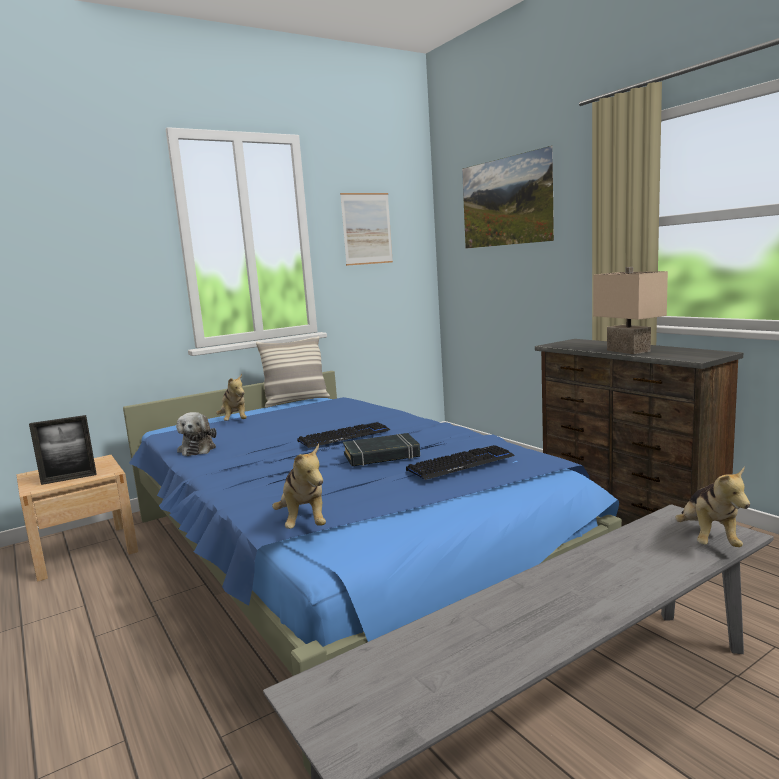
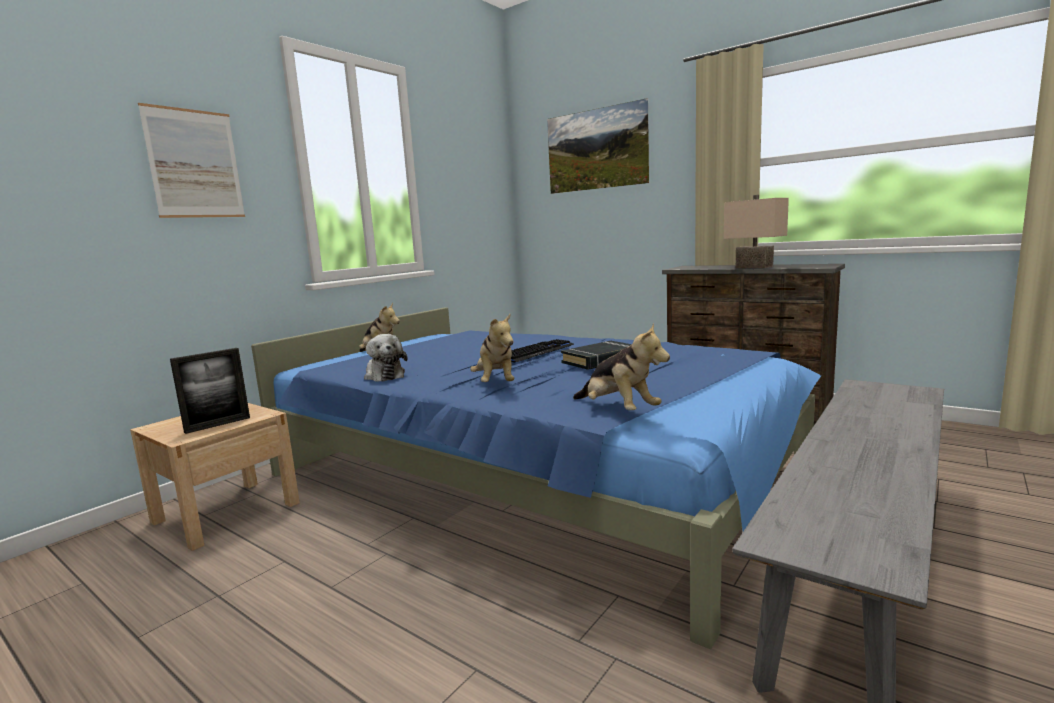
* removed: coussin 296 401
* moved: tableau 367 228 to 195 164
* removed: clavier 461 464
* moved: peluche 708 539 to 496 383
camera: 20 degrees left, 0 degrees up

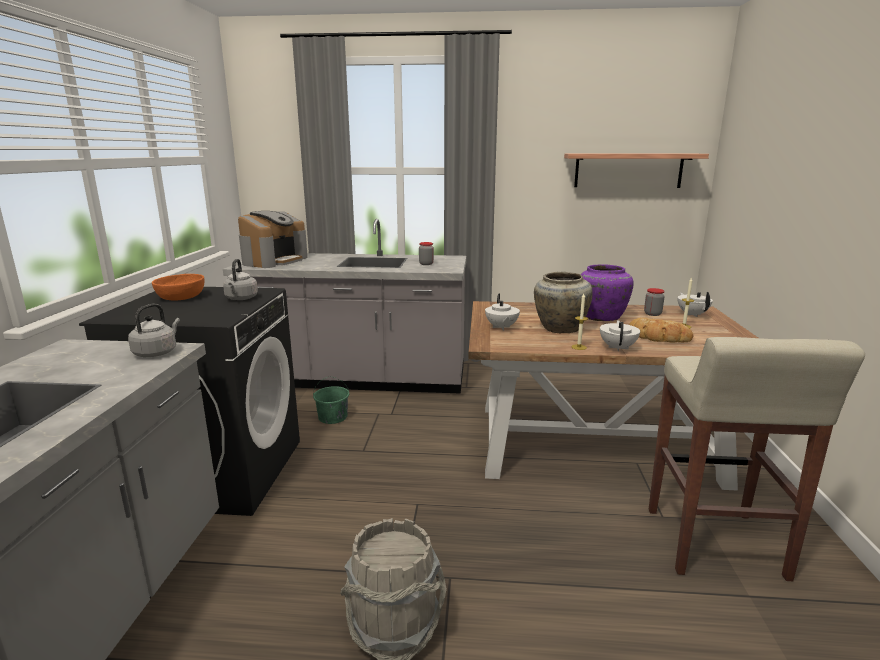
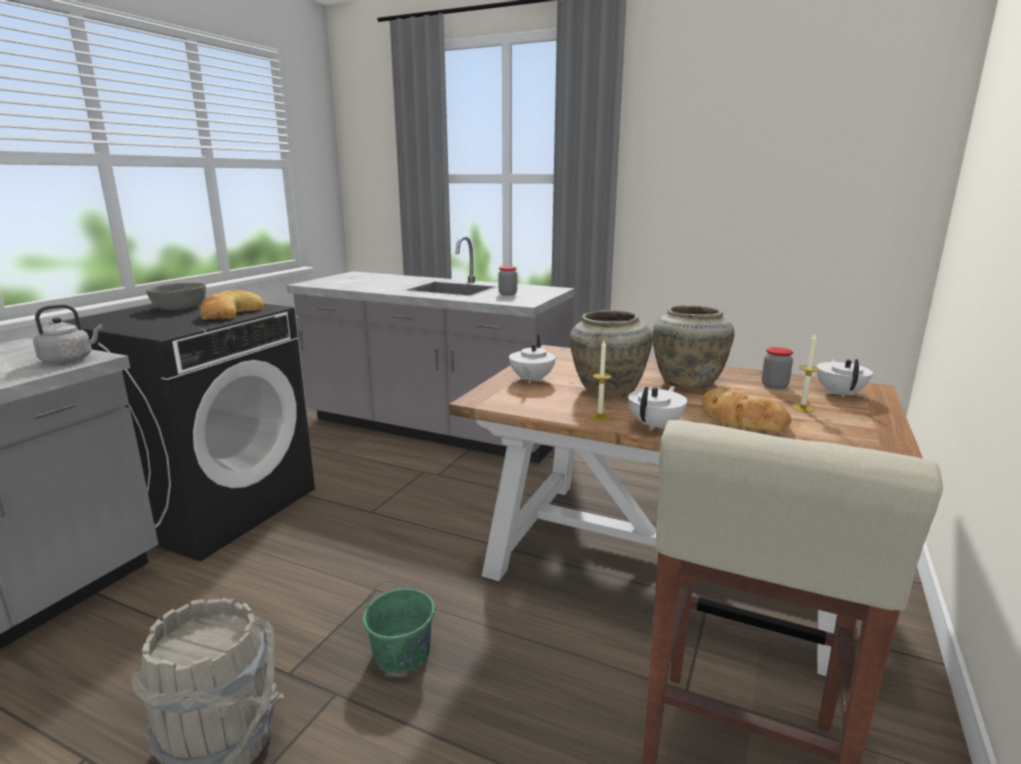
* recoloured: bol [orange] 181 297 to bol [gris] 179 307
* replaced: bouilloire [gris] 241 299 to pain 229 313
* removed: machine à café 274 260
* moved: seau [vert] 333 417 to 402 653
* removed: étagère 628 170
* recoloured: vase [violet] 601 317 to vase [beige] 688 382
camera: 20 degrees right, 0 degrees up

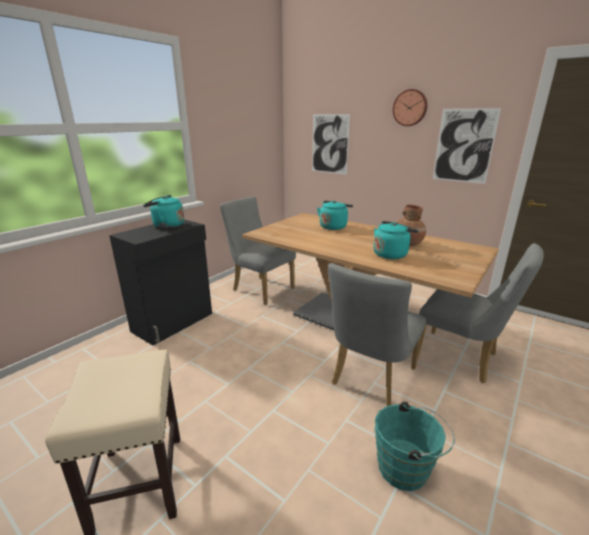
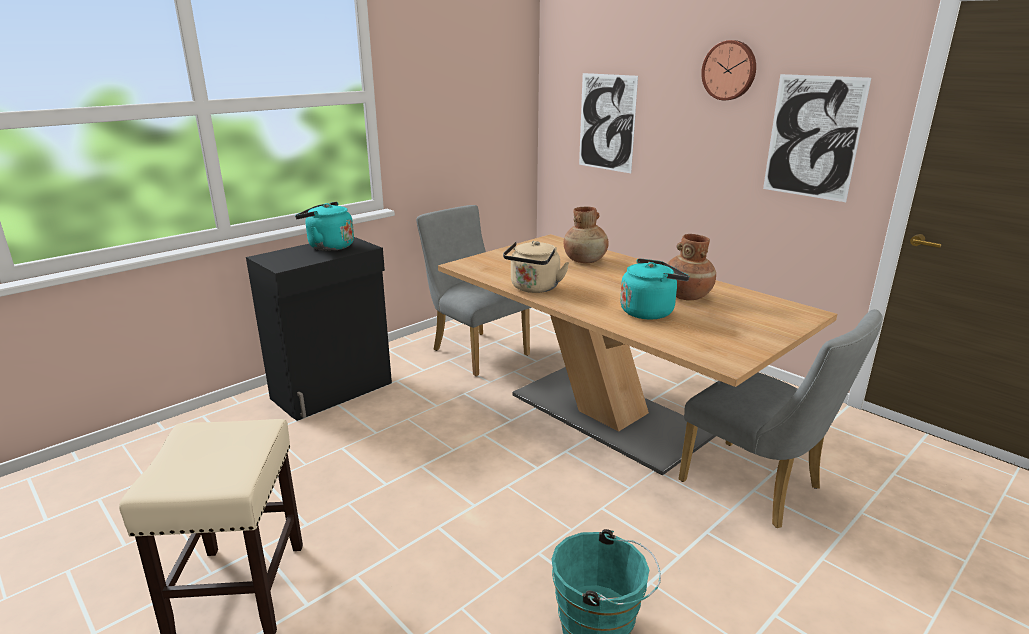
* replaced: bouilloire [turquoise] 333 226 to vase [marron] 585 260
* removed: chaise [gris] 370 379
* added: bouilloire [beige] 534 288
camera: 10 degrees right, 0 degrees up

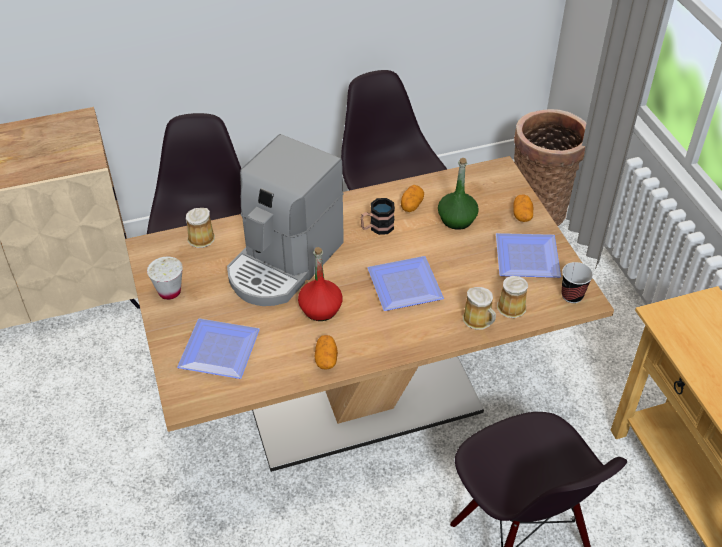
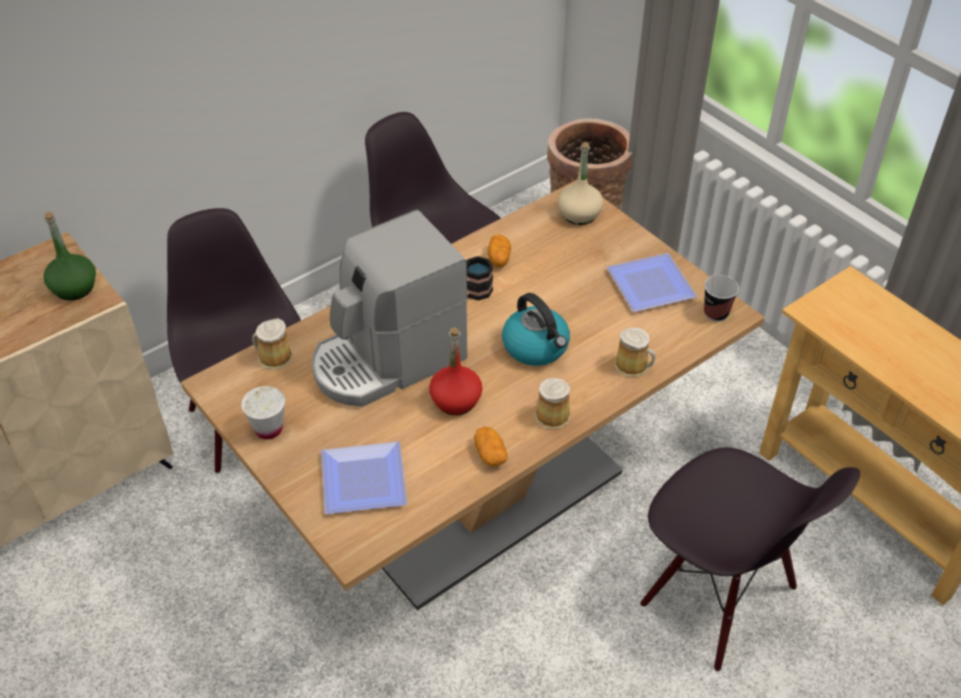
* turned: machine à café 284 263 = 387 360 45 degrees clockwise
* replaced: assiette 406 284 to bouilloire 536 347
* moved: bouteille [vert] 457 219 to 74 288
* moved: mug 512 306 to 552 414
* removed: pomme de terre 522 215
* added: bouteille [beige] 579 214
camera: 20 degrees left, 0 degrees up

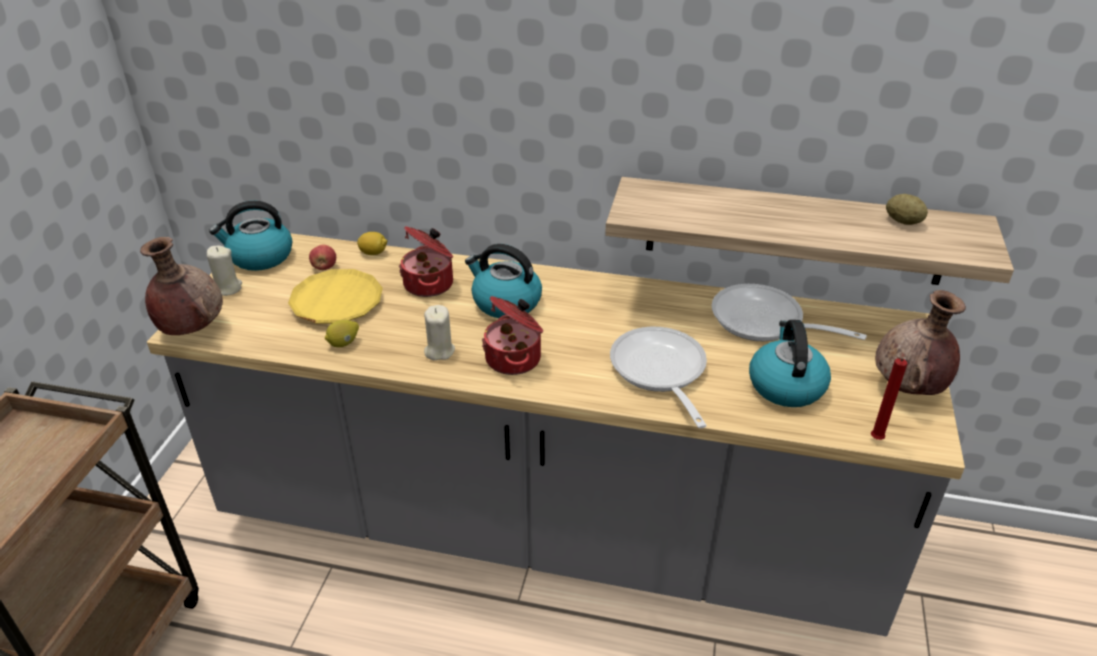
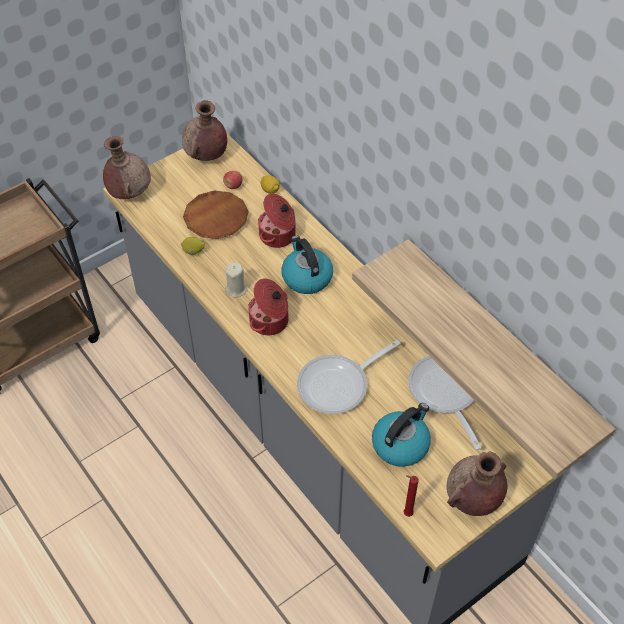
* removed: bougie [beige] 227 288
* replaced: bouilloire 260 257 to vase [marron] 206 156
* recoloured: assiette [jaune] 337 302 to assiette [marron] 216 218
* turned: poêle 659 372 = 338 385 150 degrees counterclockwise
* removed: pomme de terre 903 221
camera: 40 degrees right, 15 degrees up

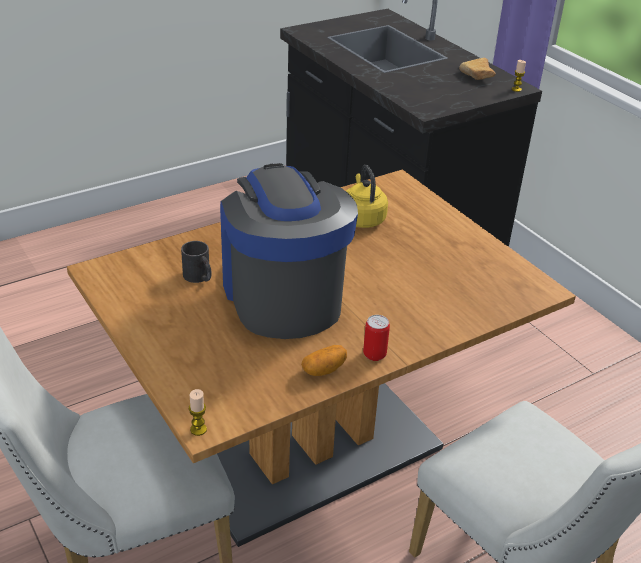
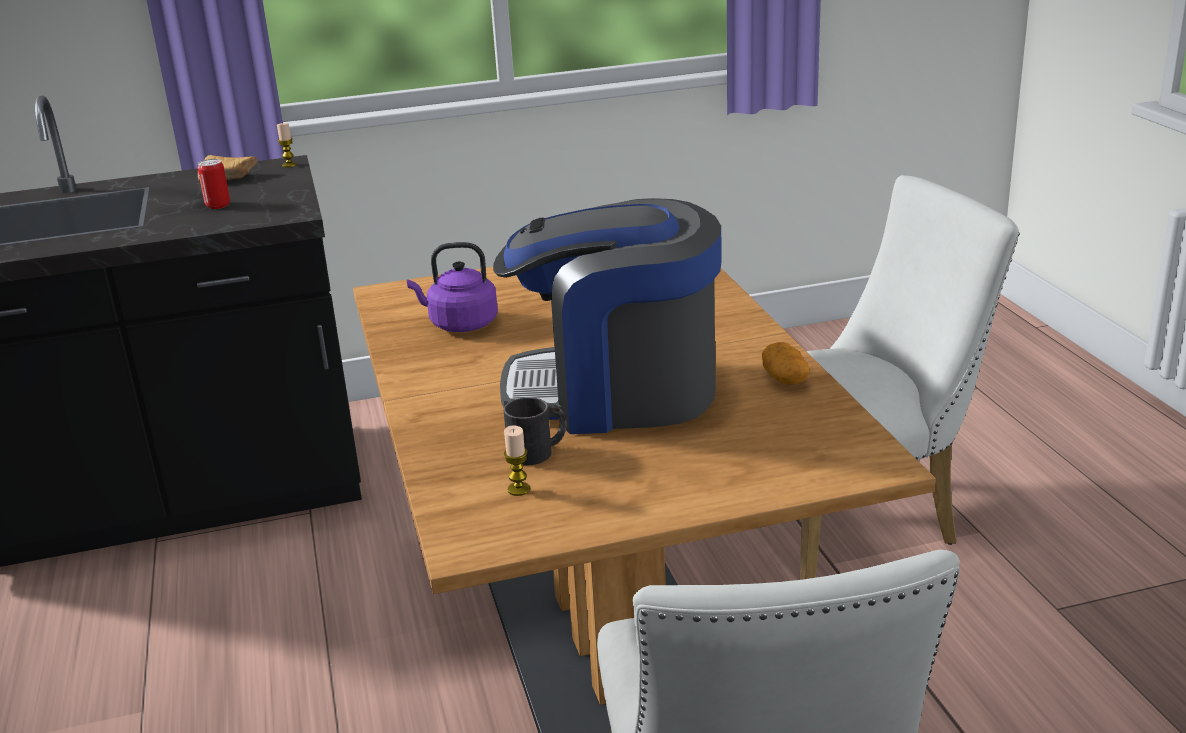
* moved: bougie 198 429 to 519 489
* recoloured: bouilloire [jaune] 362 218 to bouilloire [violet] 460 324
* moved: boîte métallique 374 354 to 218 205
camera: 70 degrees left, 10 degrees down

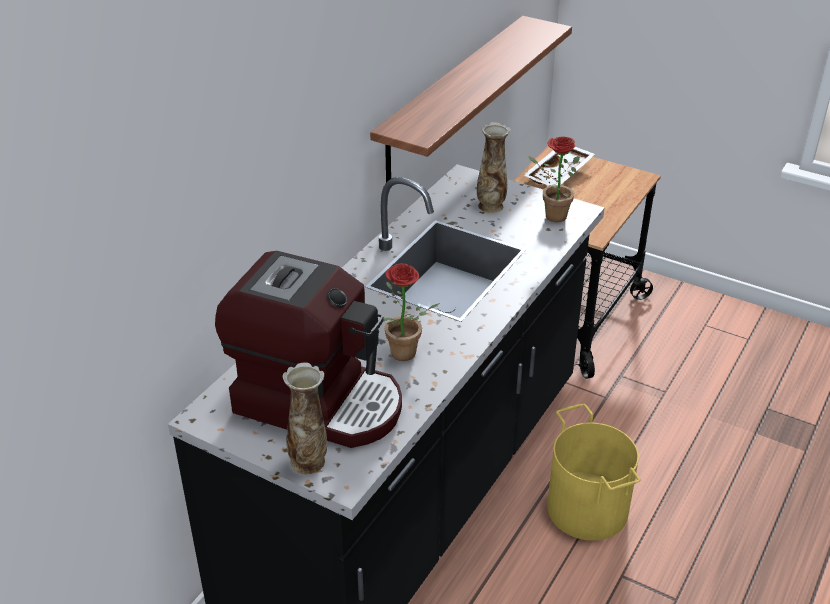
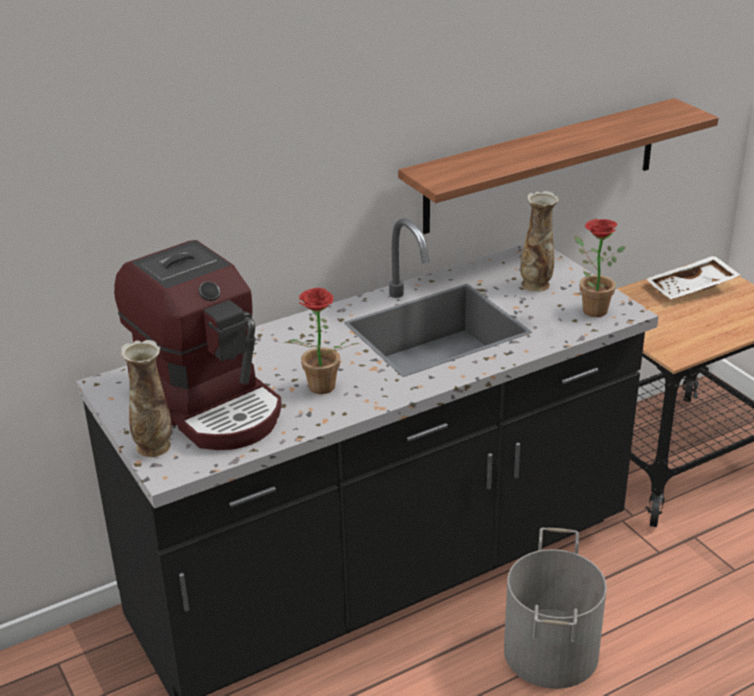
* recoloured: seau [jaune] 588 508 to seau [gris] 552 652
camera: 30 degrees right, 5 degrees down

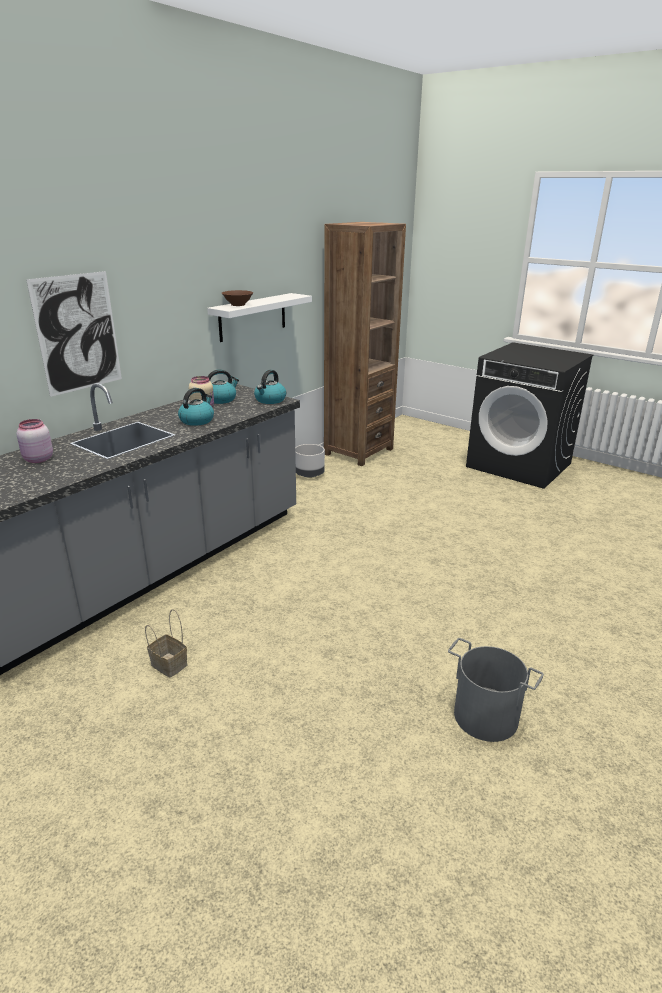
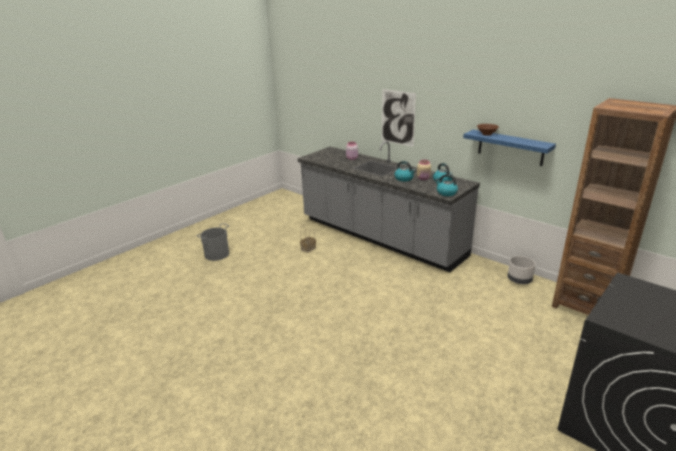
* recoloured: étagère [blanc] 252 317 to étagère [bleu] 510 147
* moved: seau [gris] 486 715 to 217 254
camera: 95 degrees right, 0 degrees up

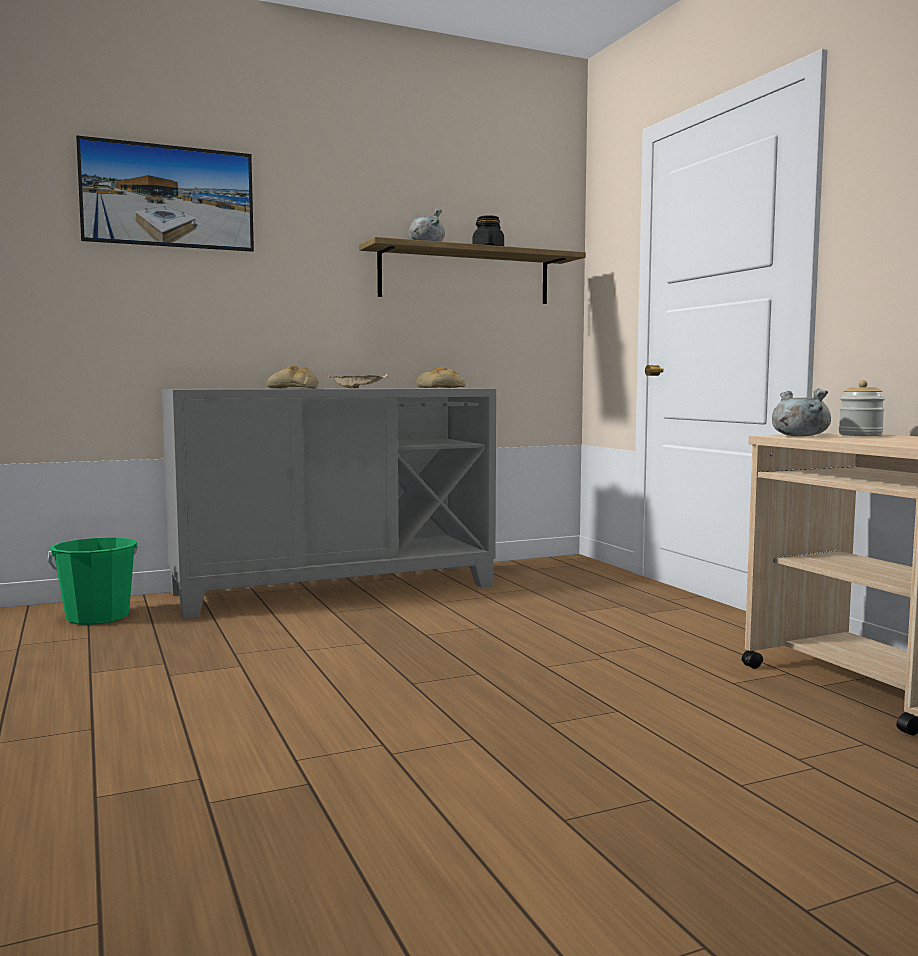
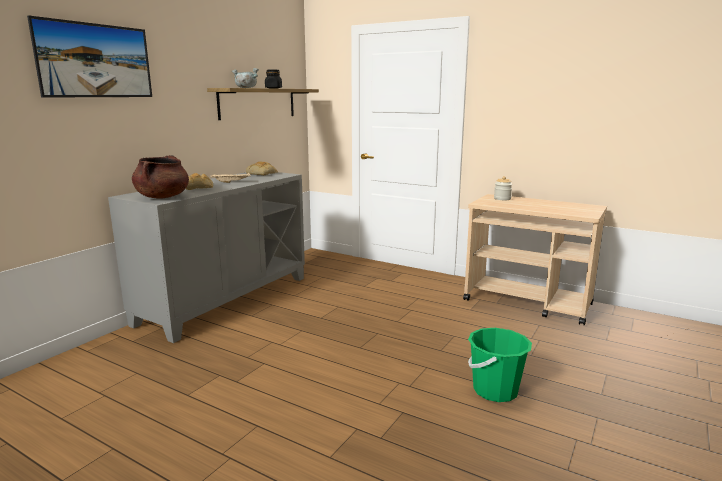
* moved: seau [vert] 97 617 to 495 390
* removed: marmite [gris] 798 436
* added: marmite [marron] 163 197
camera: 35 degrees left, 10 degrees up

